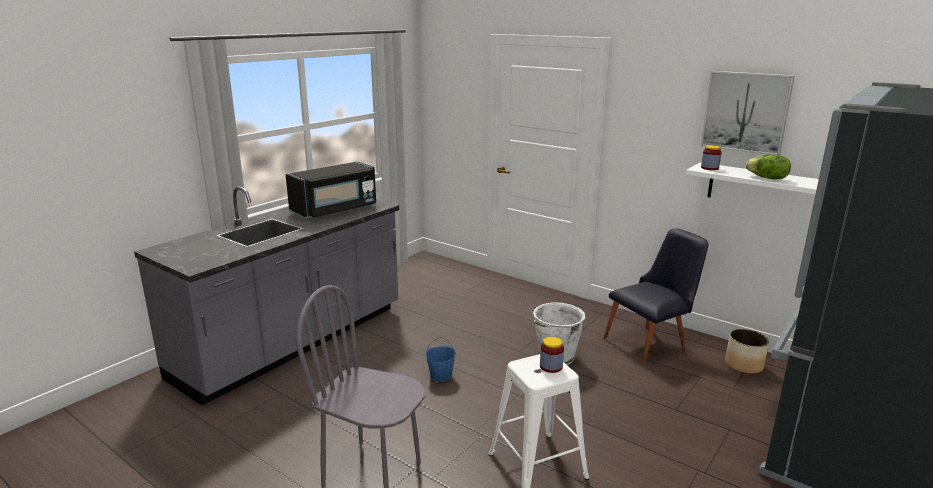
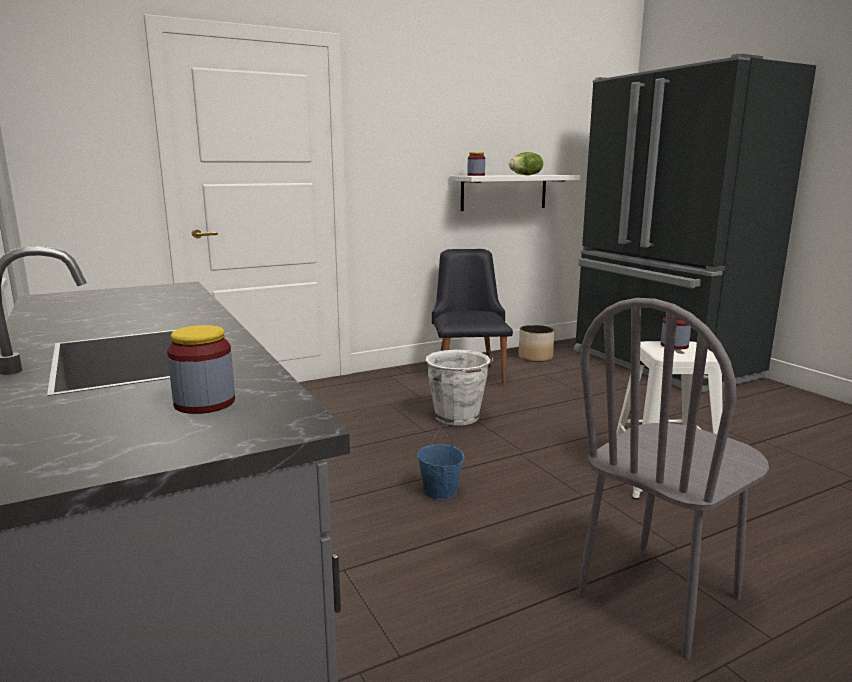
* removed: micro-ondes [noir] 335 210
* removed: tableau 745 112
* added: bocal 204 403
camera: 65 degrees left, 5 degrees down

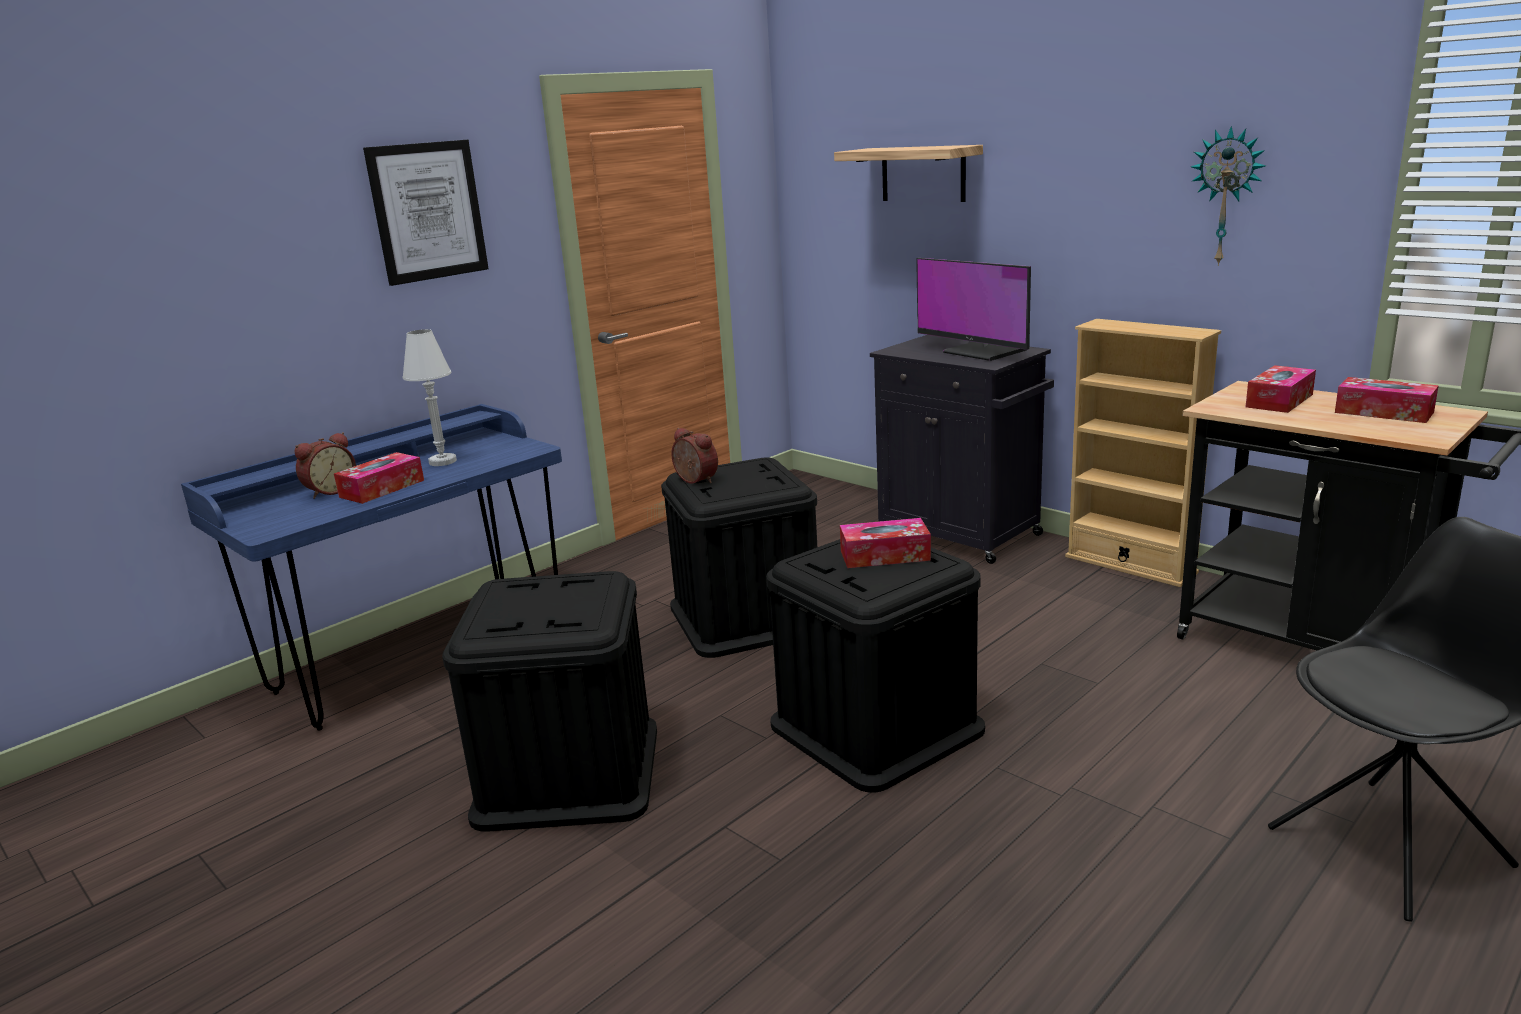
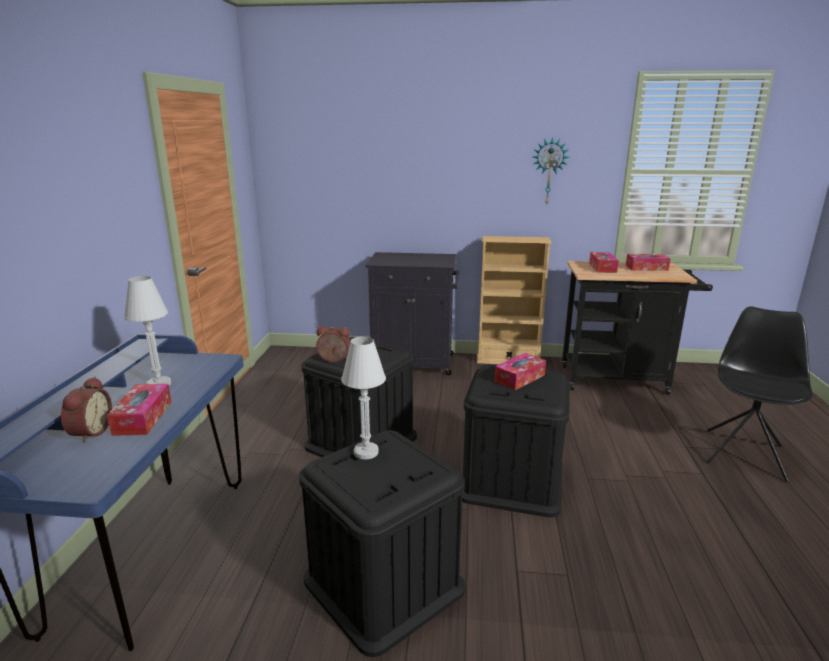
* removed: tableau 427 211
* removed: étagère 923 174
* removed: écran d'ordinateur 983 352
* added: lampe de table [blanc] 366 452
camera: 40 degrees left, 0 degrees up

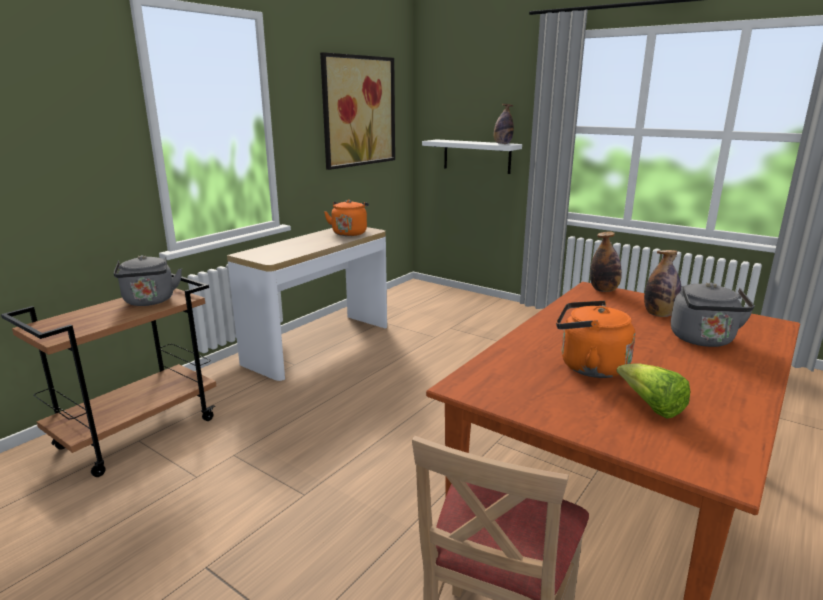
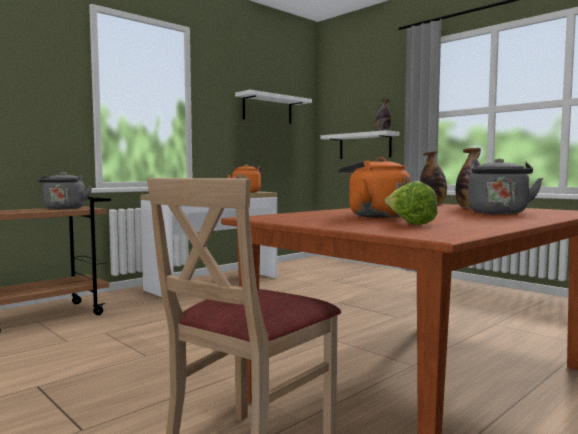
* replaced: tableau 359 111 to étagère [blanc] 267 109
camera: 10 degrees right, 15 degrees down

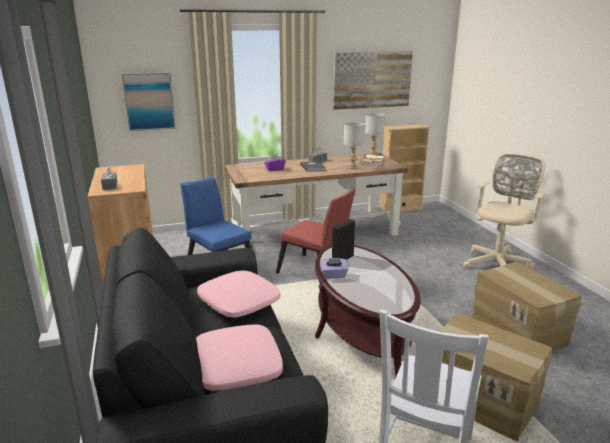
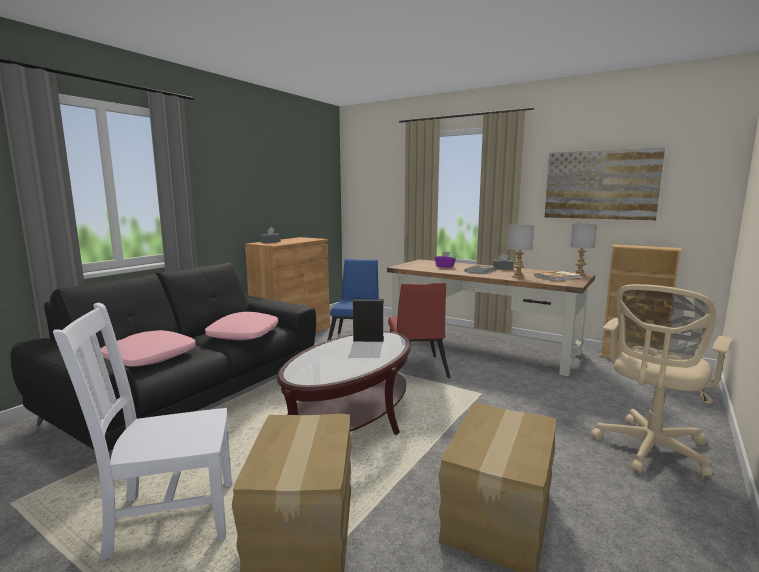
* removed: tableau 149 101
* removed: boîte à mouchoirs [violet] 333 275
* turned: chaise de bureau [beige] 498 262 = 650 451 135 degrees clockwise
camera: 50 degrees right, 10 degrees down

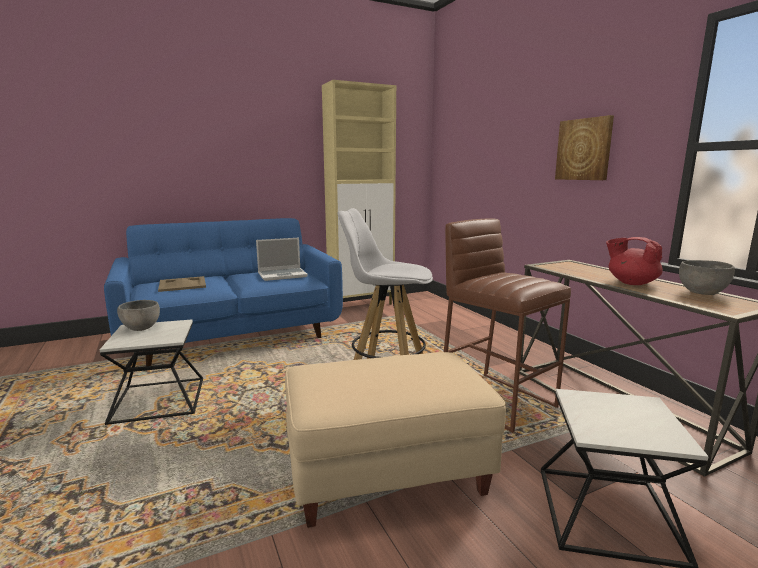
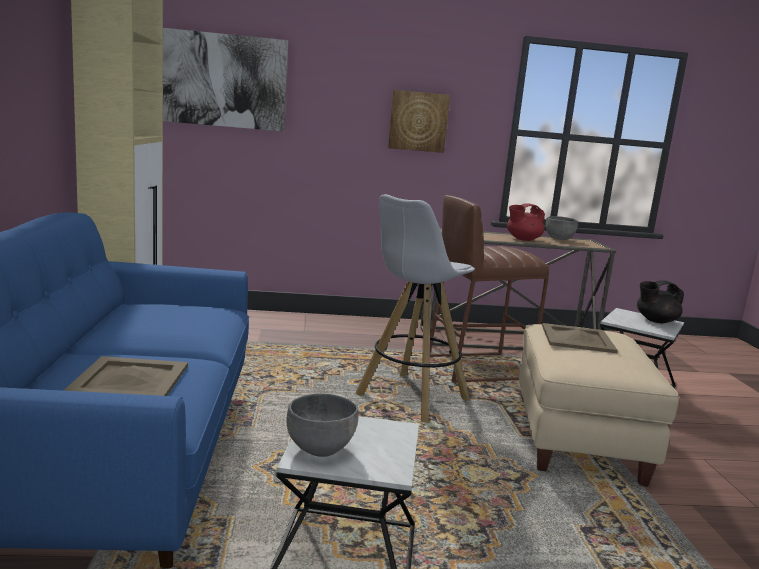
* removed: ordinateur portable 283 275
* added: tableau 219 80
* added: plateau [beige] 578 338
* added: théière [noir] 655 321
camera: 70 degrees left, 0 degrees up

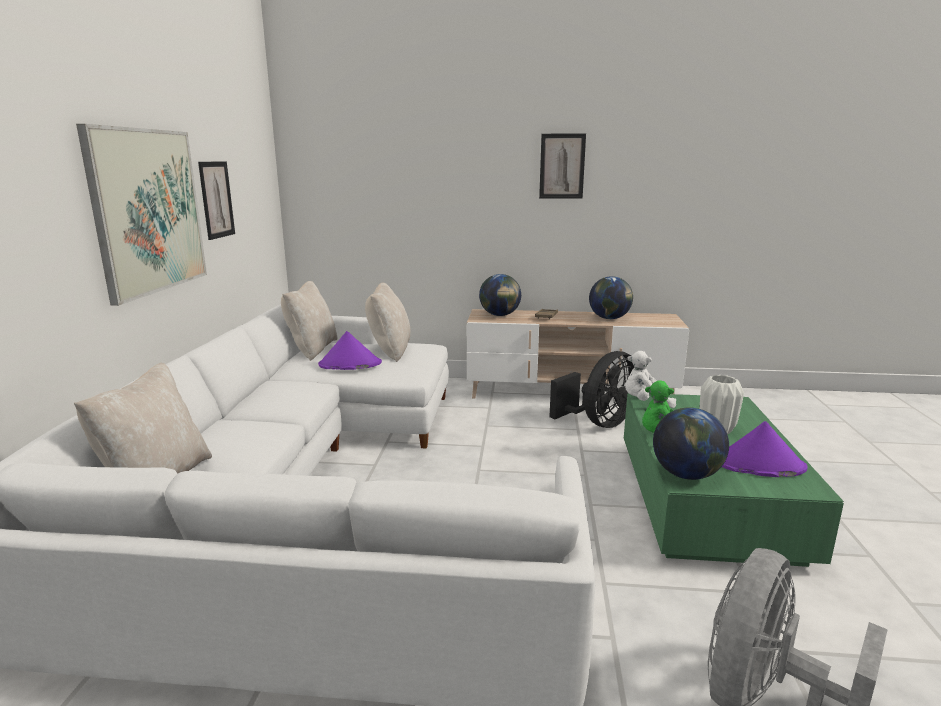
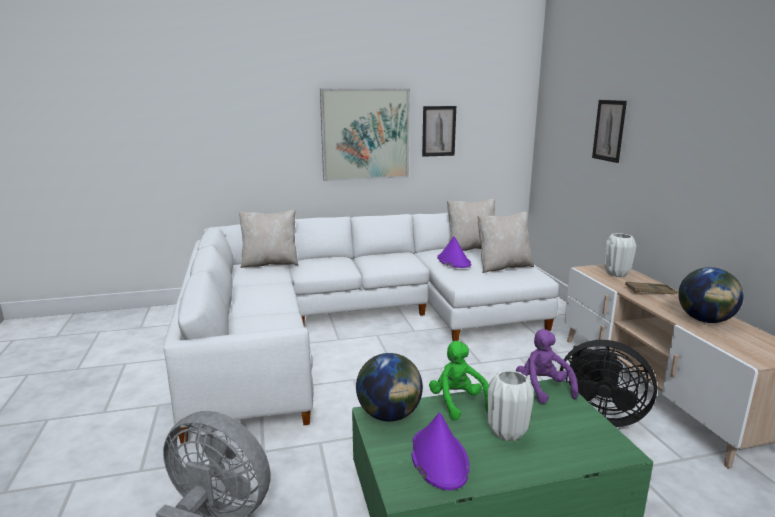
* replaced: globe 500 315 to vase [blanc] 616 274
* moved: tableau 562 166 to 609 130
* recoloured: peluche [blanc] 645 402 to peluche [violet] 543 388
camera: 70 degrees right, 0 degrees up

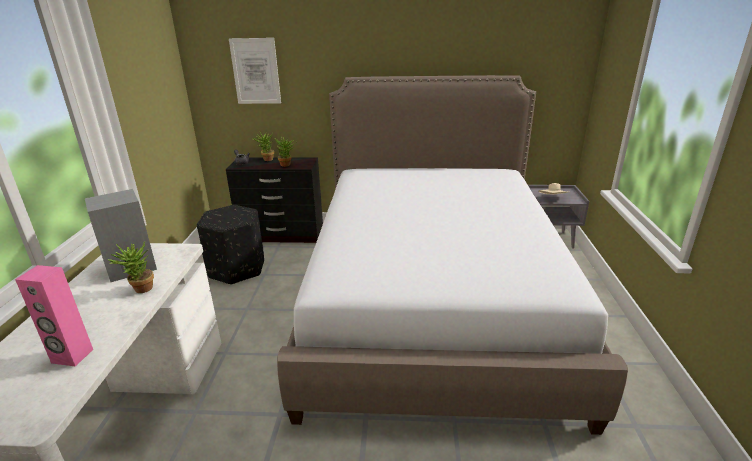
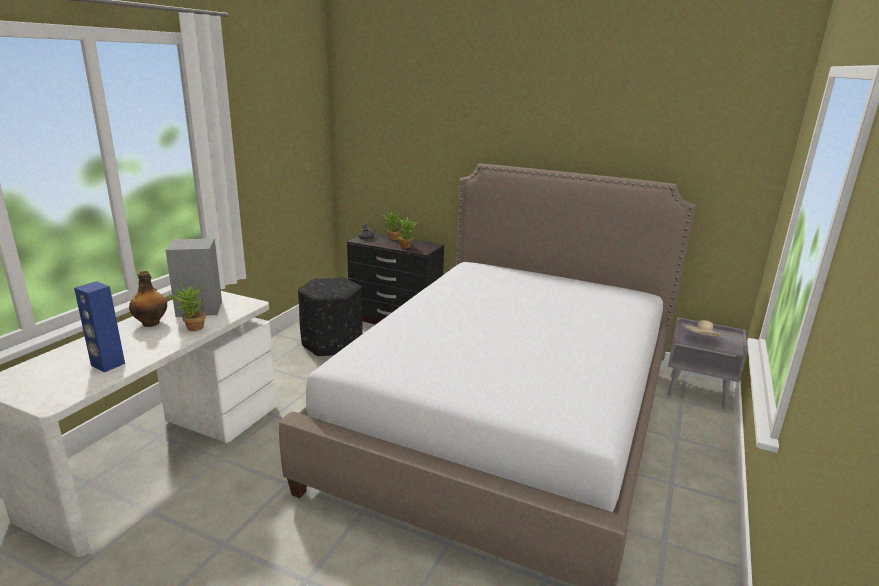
* recoloured: enceinte [rose] 72 356 to enceinte [bleu] 107 364
* removed: tableau 255 71
* added: bouteille 151 323
camera: 20 degrees right, 5 degrees down

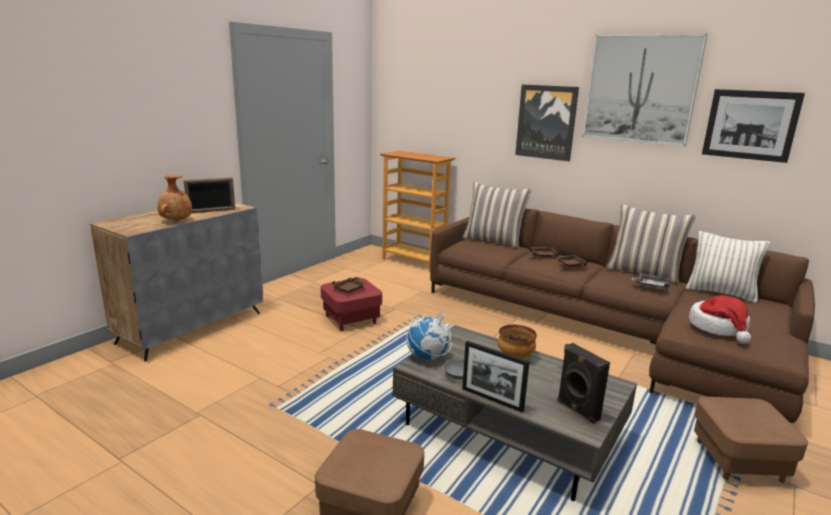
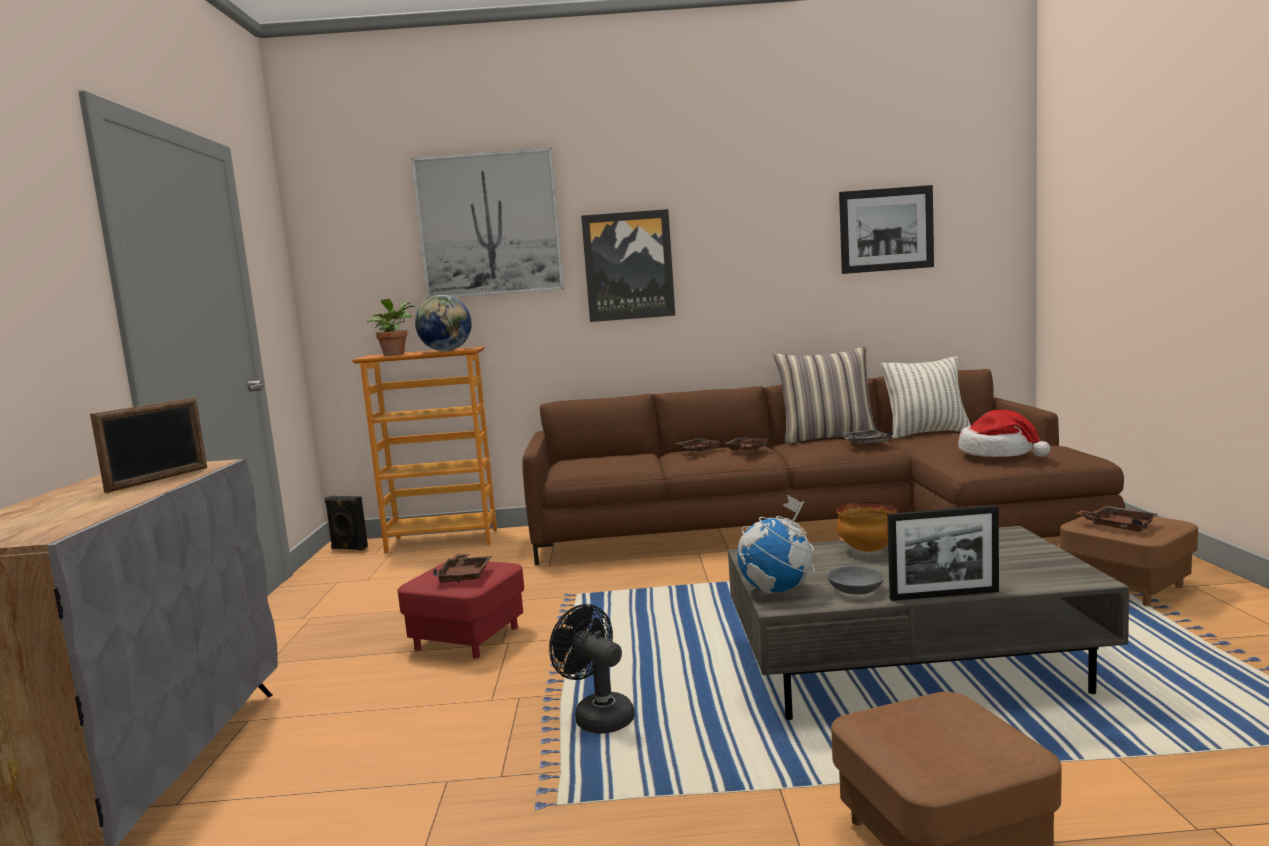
* removed: vase [marron] 175 221
* removed: coussin 493 241
* moved: enceinte [noir] 577 410 to 348 548
* moved: tableau 640 89 to 489 225
* added: plante en pot 395 354
* added: globe 446 351
* added: ventilateur [noir] 598 716
* added: plateau [marron] 1118 526
camera: 35 degrees left, 10 degrees down

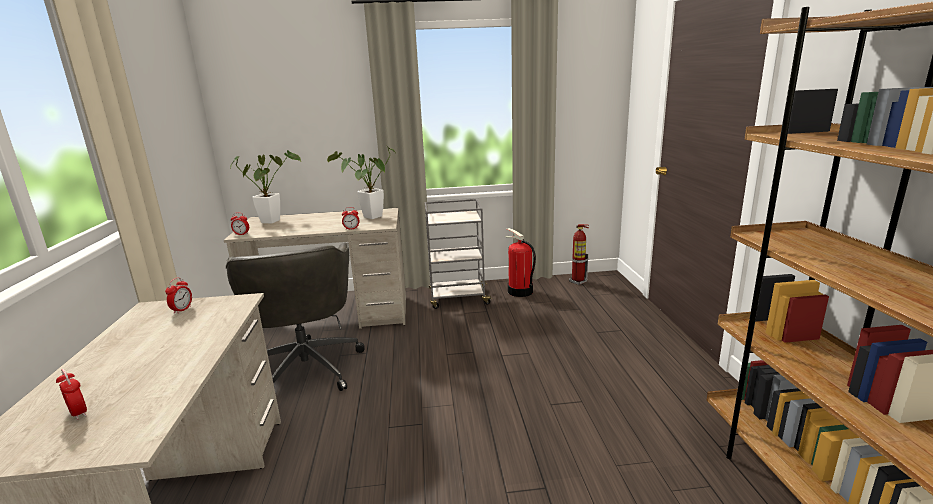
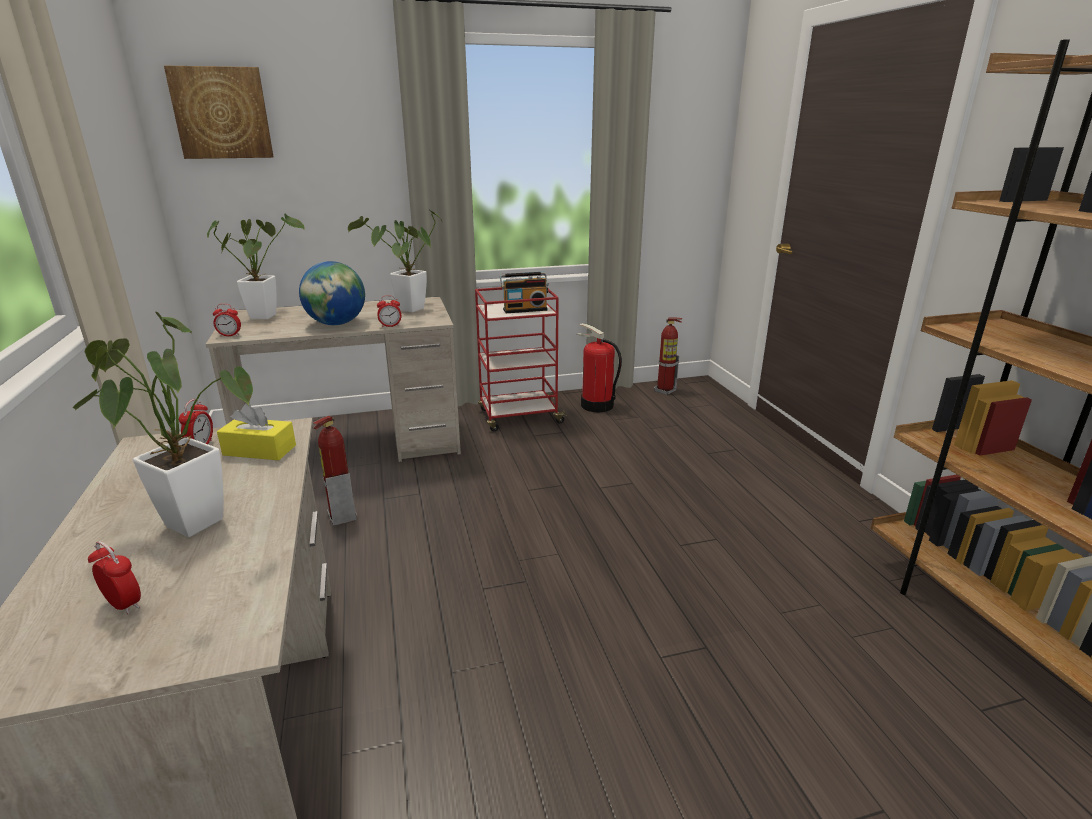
* replaced: chaise de bureau [gris] 306 367 to extincteur 341 517
* recoloured: chariot [gris] 458 298 to chariot [rouge] 519 417
* added: plante en pot 188 519
* added: tableau 221 113
* added: boîte à mouchoirs [jaune] 259 450
* added: globe 337 324
* added: radio 524 309
camera: 10 degrees left, 5 degrees up

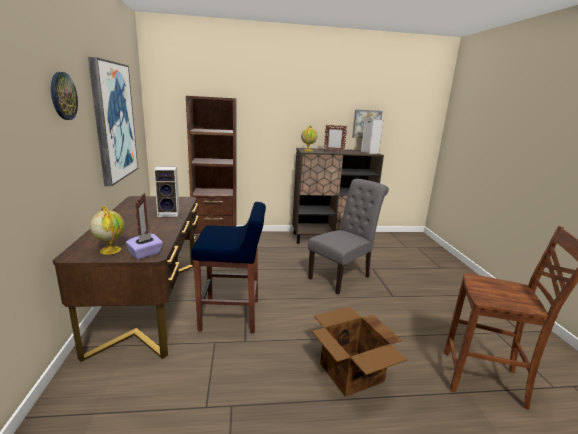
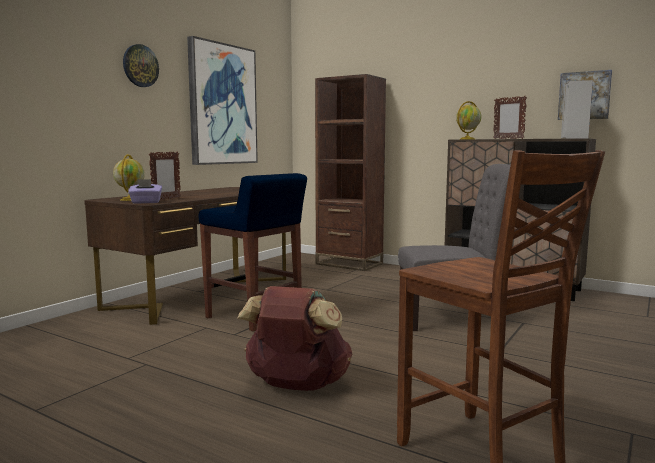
* removed: enceinte 169 213
* replaced: carton 351 373 to sac à dos [marron] 296 386
camera: 40 degrees right, 10 degrees down

